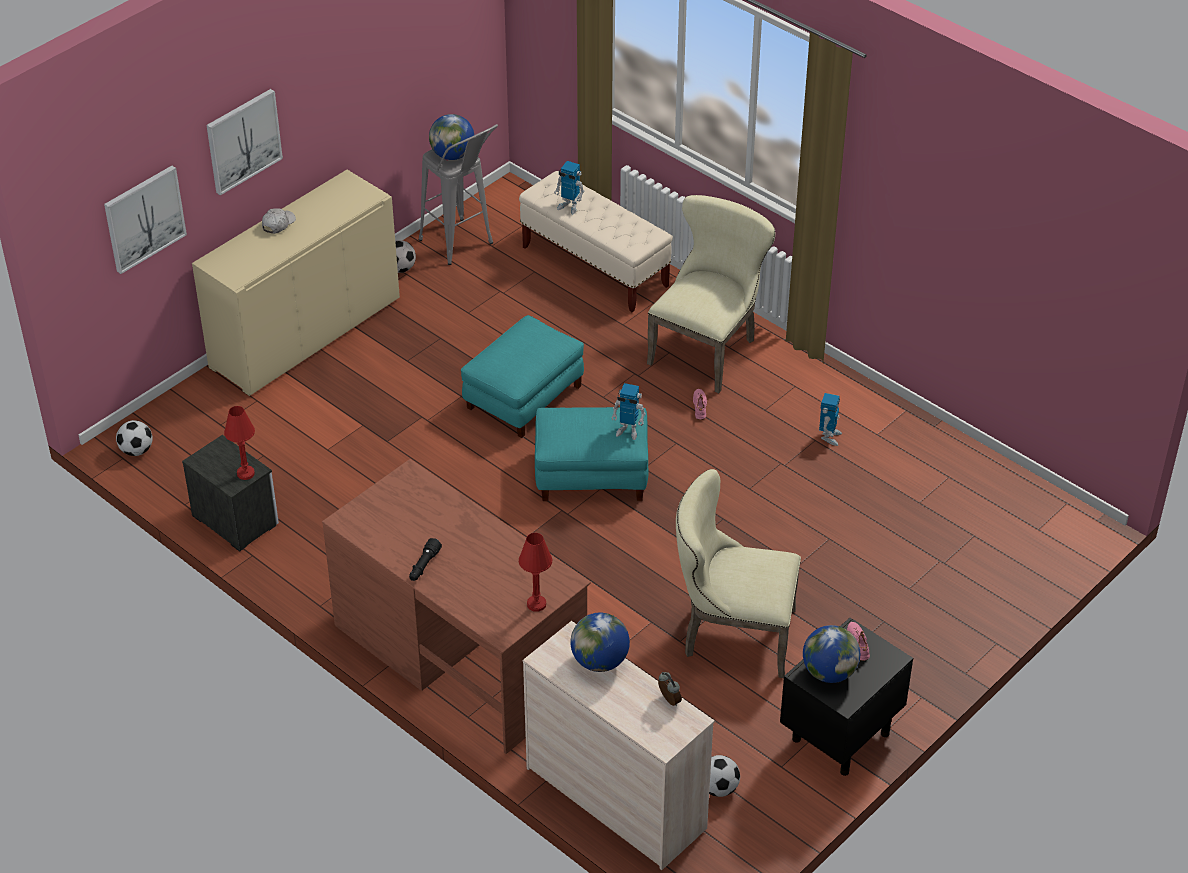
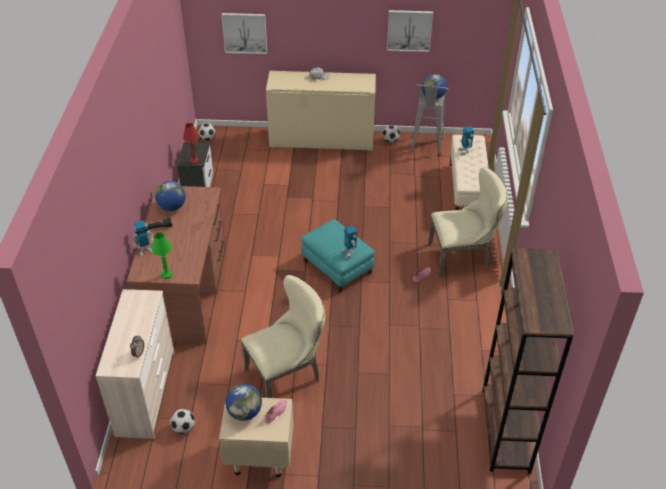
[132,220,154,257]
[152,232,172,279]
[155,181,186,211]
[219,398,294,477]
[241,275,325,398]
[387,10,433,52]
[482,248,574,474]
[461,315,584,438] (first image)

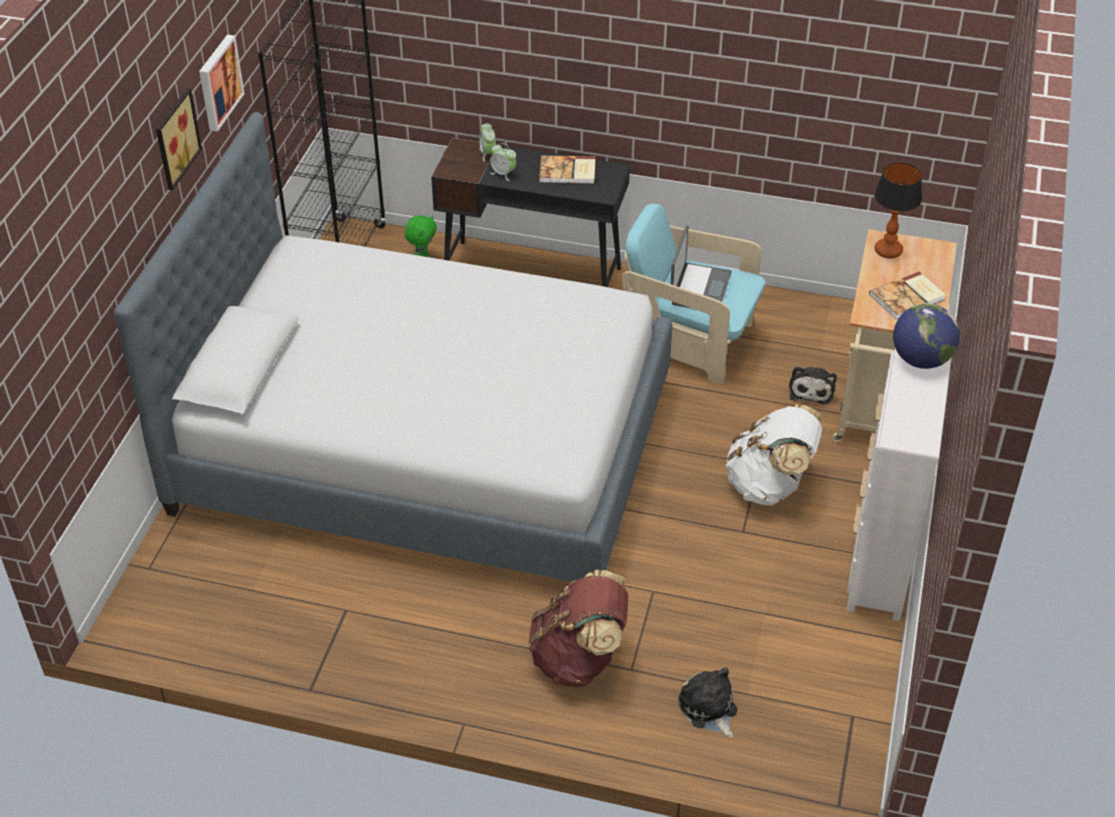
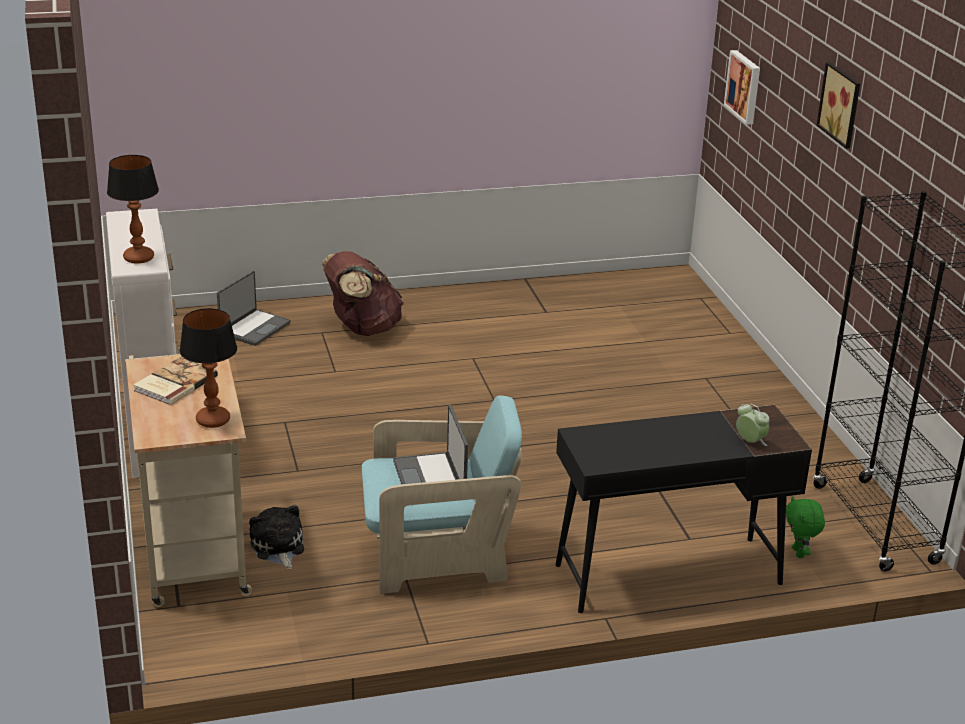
[107,155,159,264]
[217,271,291,346]
[724,50,760,125]
[114,112,672,582] (first image)
[490,143,516,181] (first image)
[539,155,596,184] (first image)
[725,404,822,506] (first image)

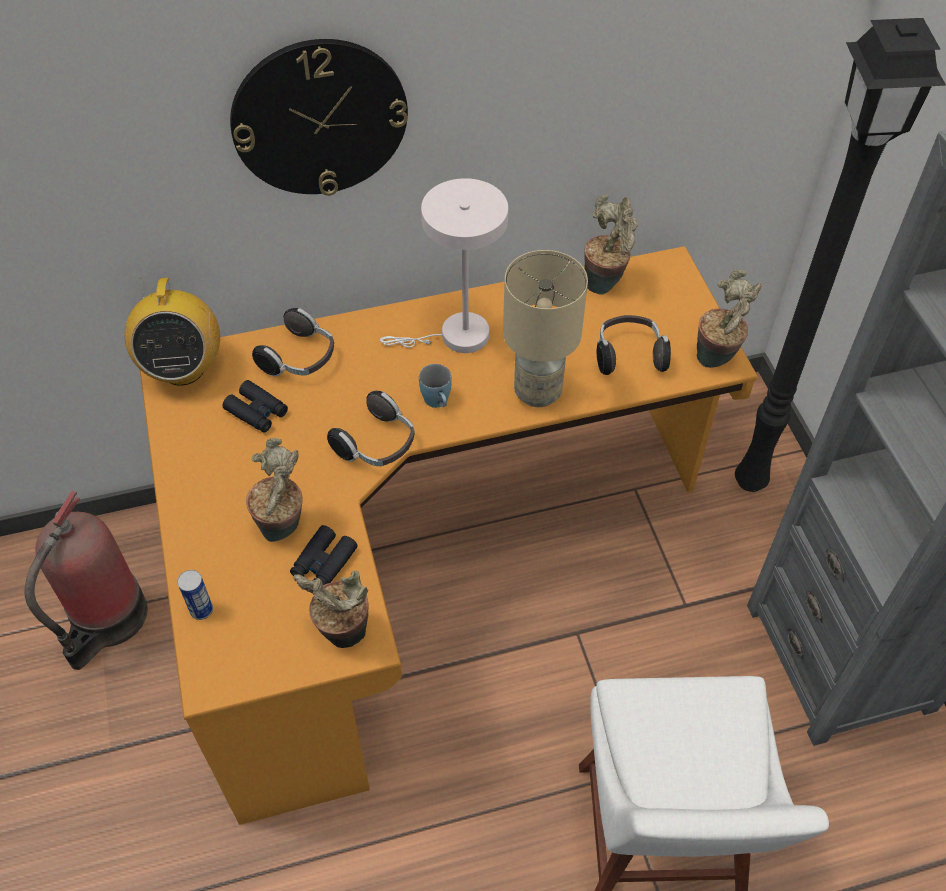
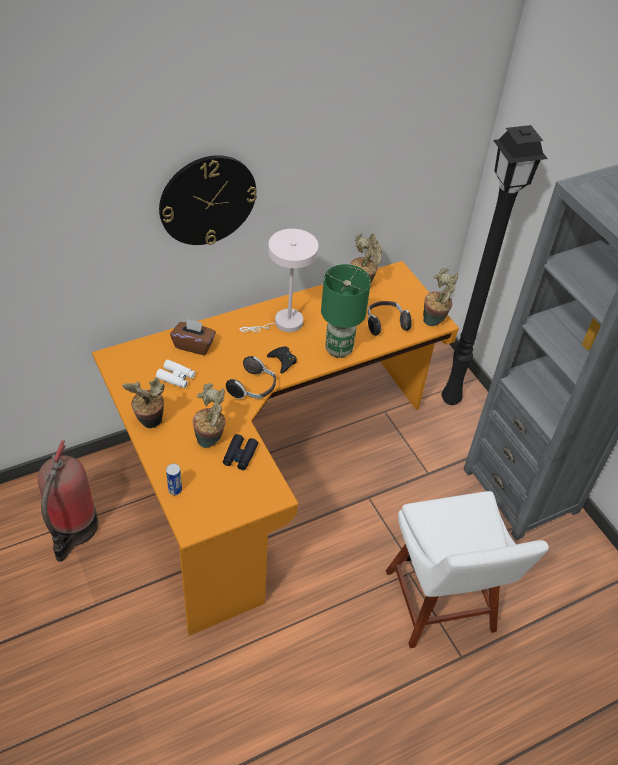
[122,378,165,428]
[156,359,195,388]
[170,319,216,355]
[267,346,297,373]
[321,264,371,358]
[125,278,220,386] (first image)

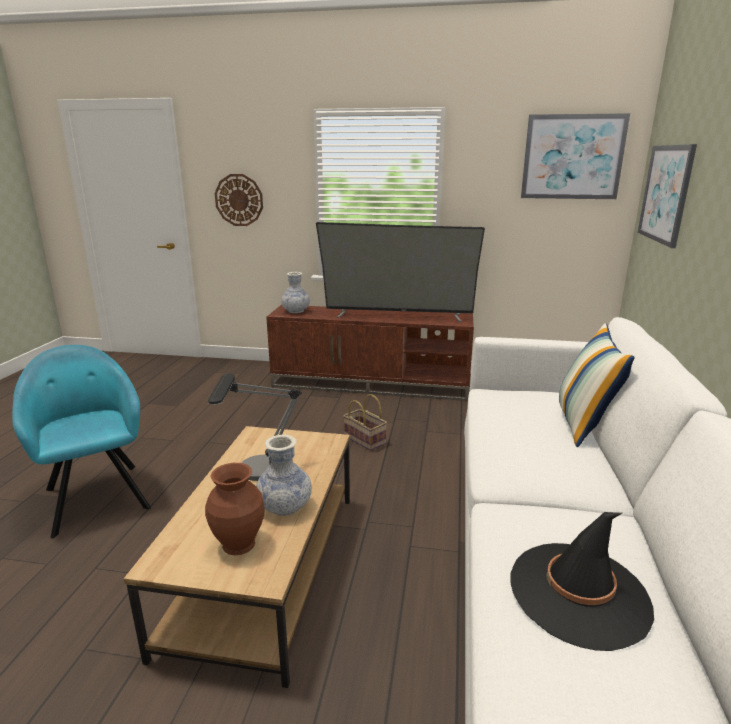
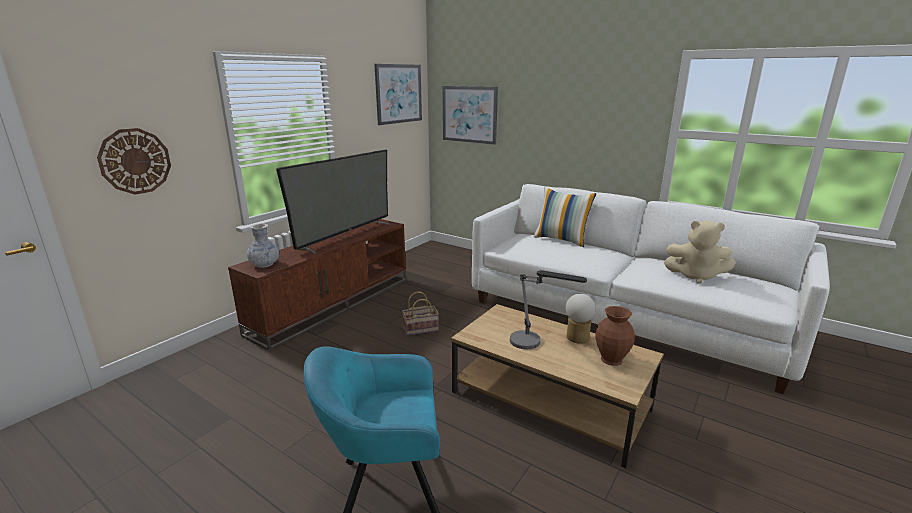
[566,294,596,344]
[664,221,736,284]

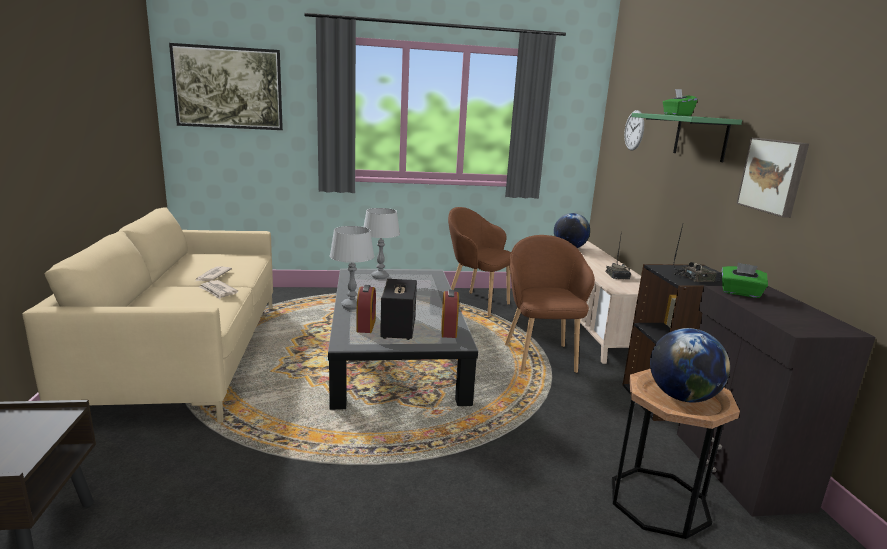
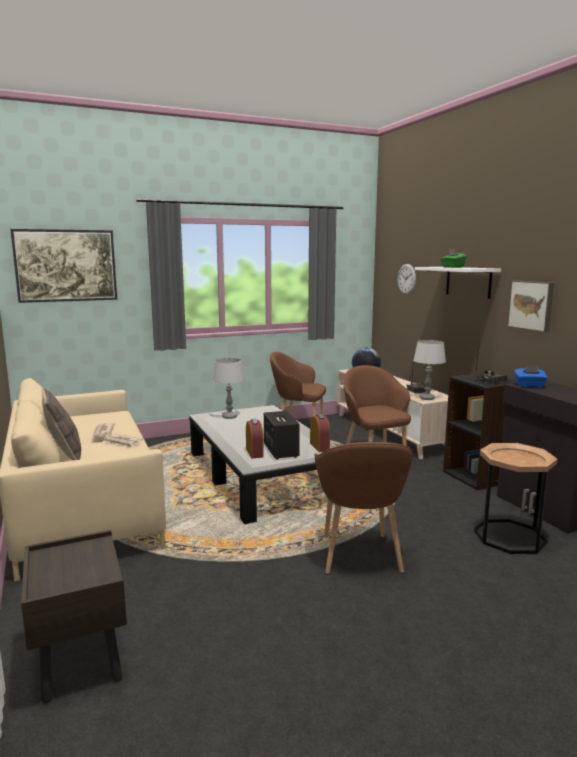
[42,387,81,460]
[315,442,413,574]
[413,340,446,400]
[415,267,501,299]
[514,365,548,388]
[650,328,730,403] (first image)

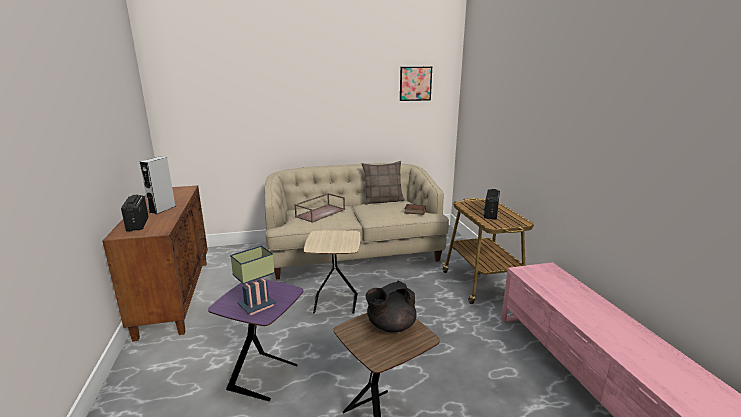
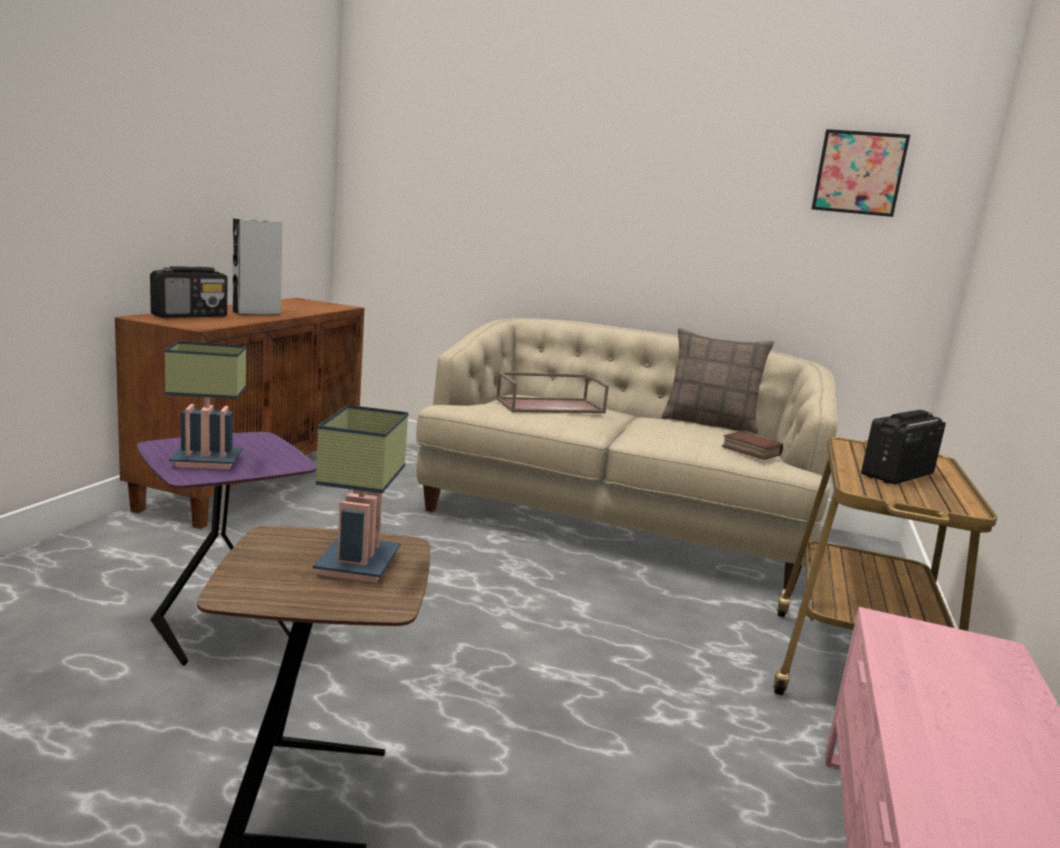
[150,267,227,318]
[313,405,409,583]
[303,230,360,314] (first image)

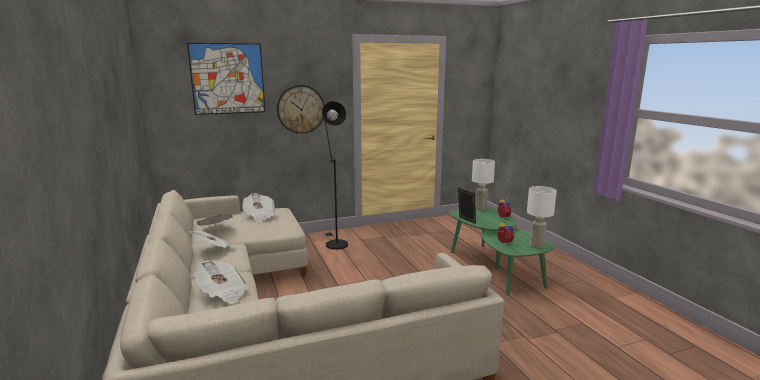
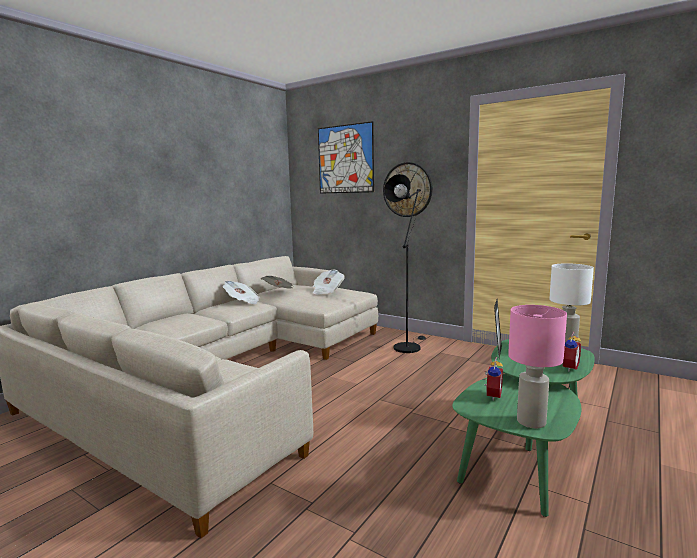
[508,305,567,428]
[194,260,249,304] (first image)

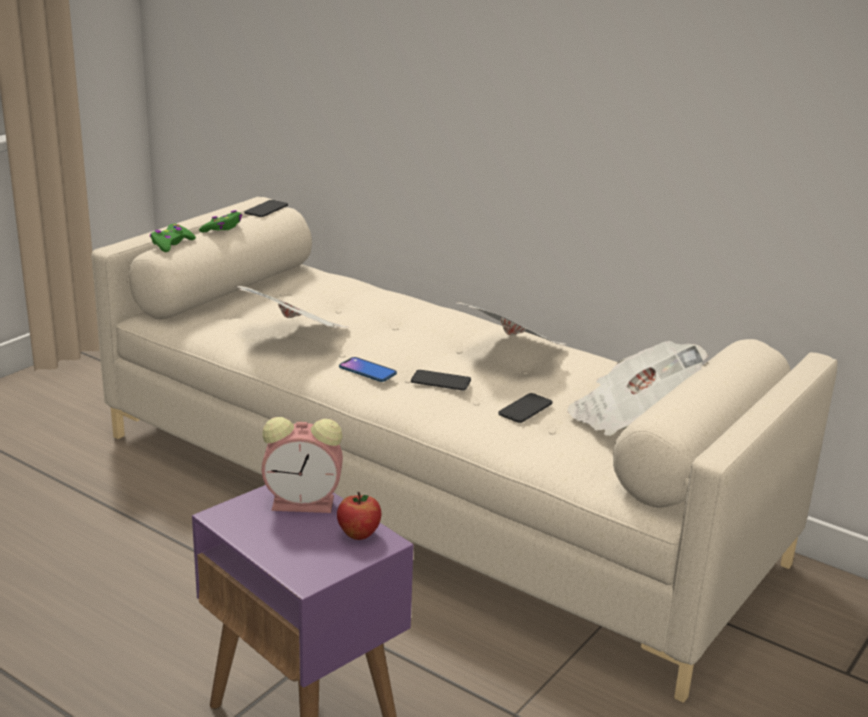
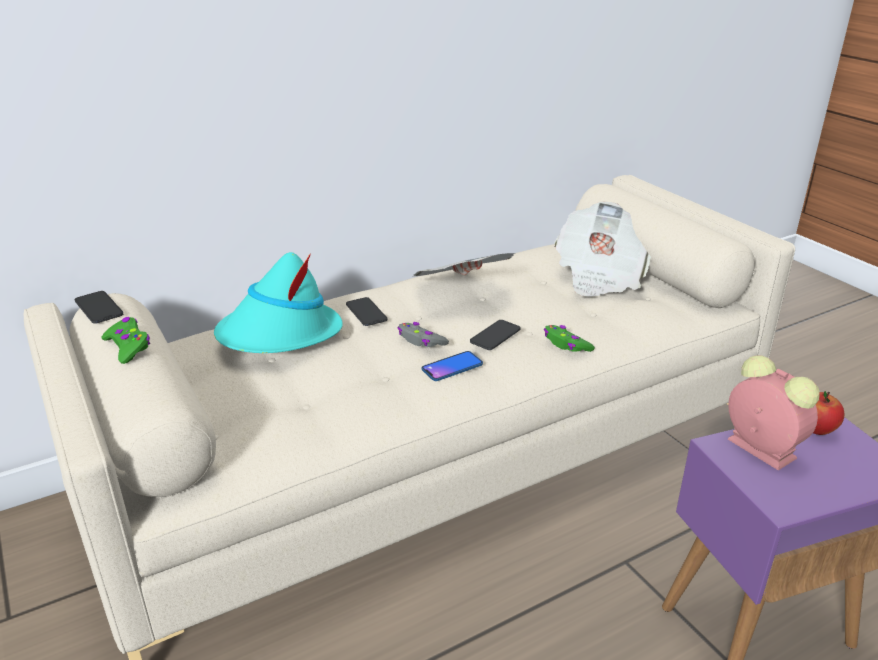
[214,252,343,353]
[346,297,387,326]
[397,322,449,347]
[544,325,595,352]
[728,355,819,470]
[234,286,349,329] (first image)

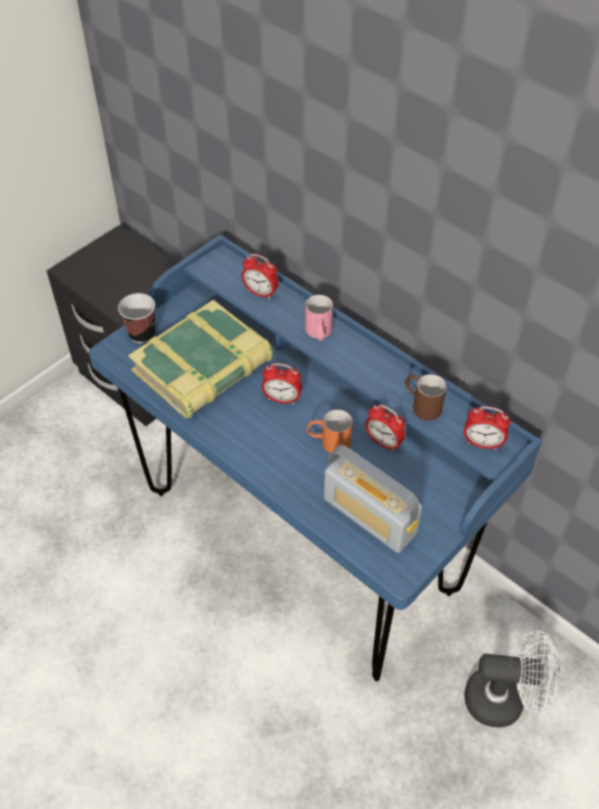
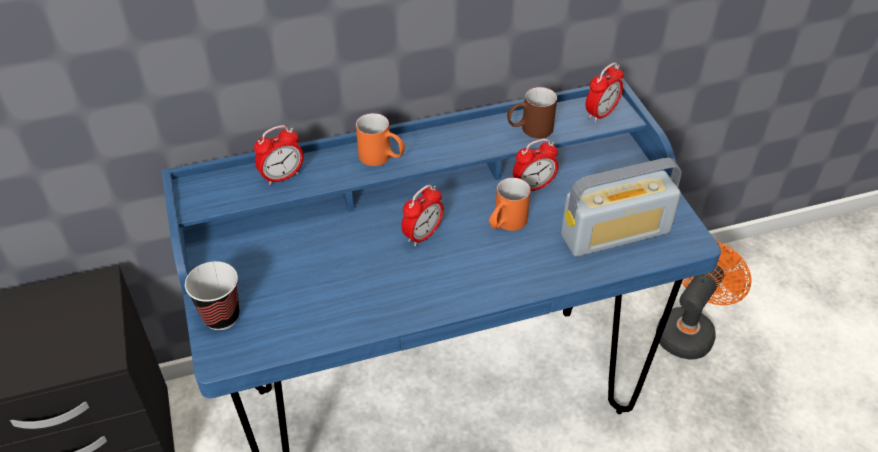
[356,113,405,166]
[656,241,752,360]
[128,300,273,418] (first image)

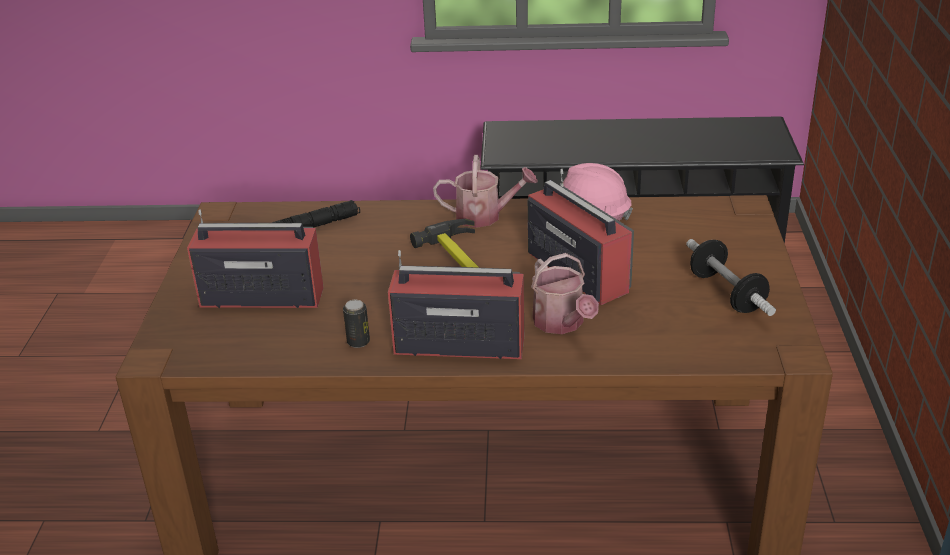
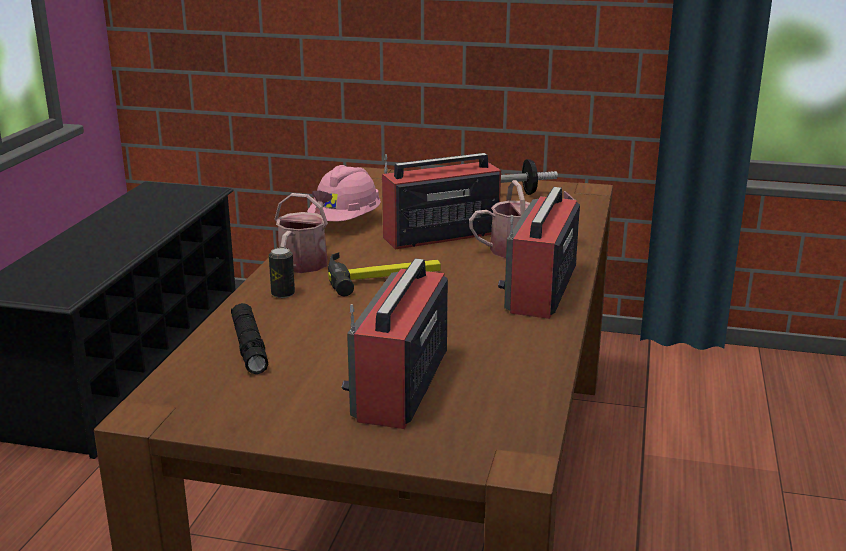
[269,247,295,298]

